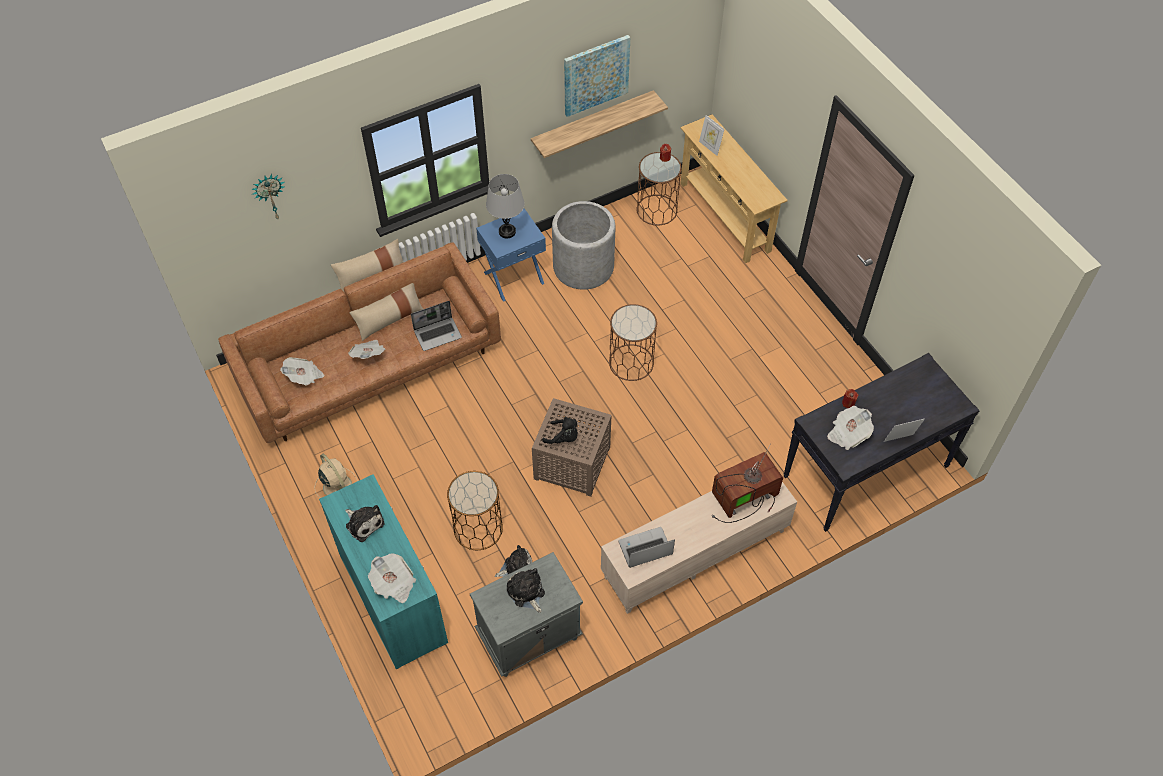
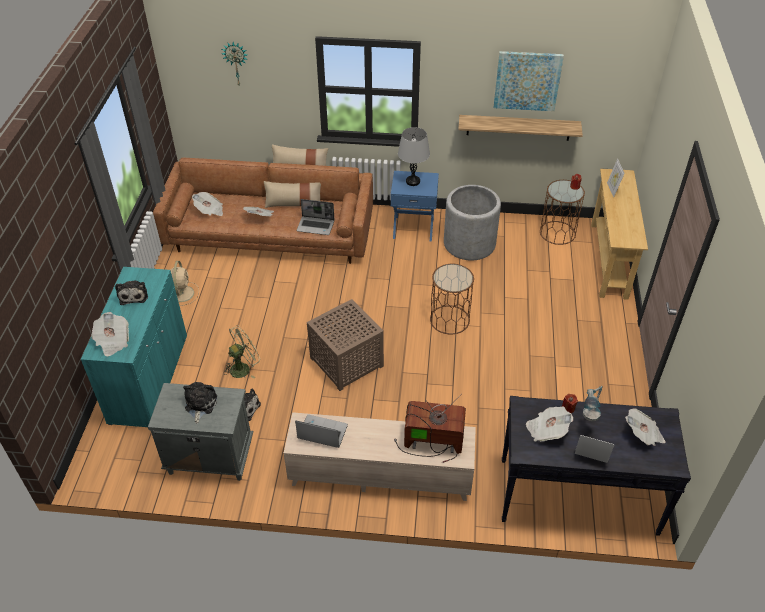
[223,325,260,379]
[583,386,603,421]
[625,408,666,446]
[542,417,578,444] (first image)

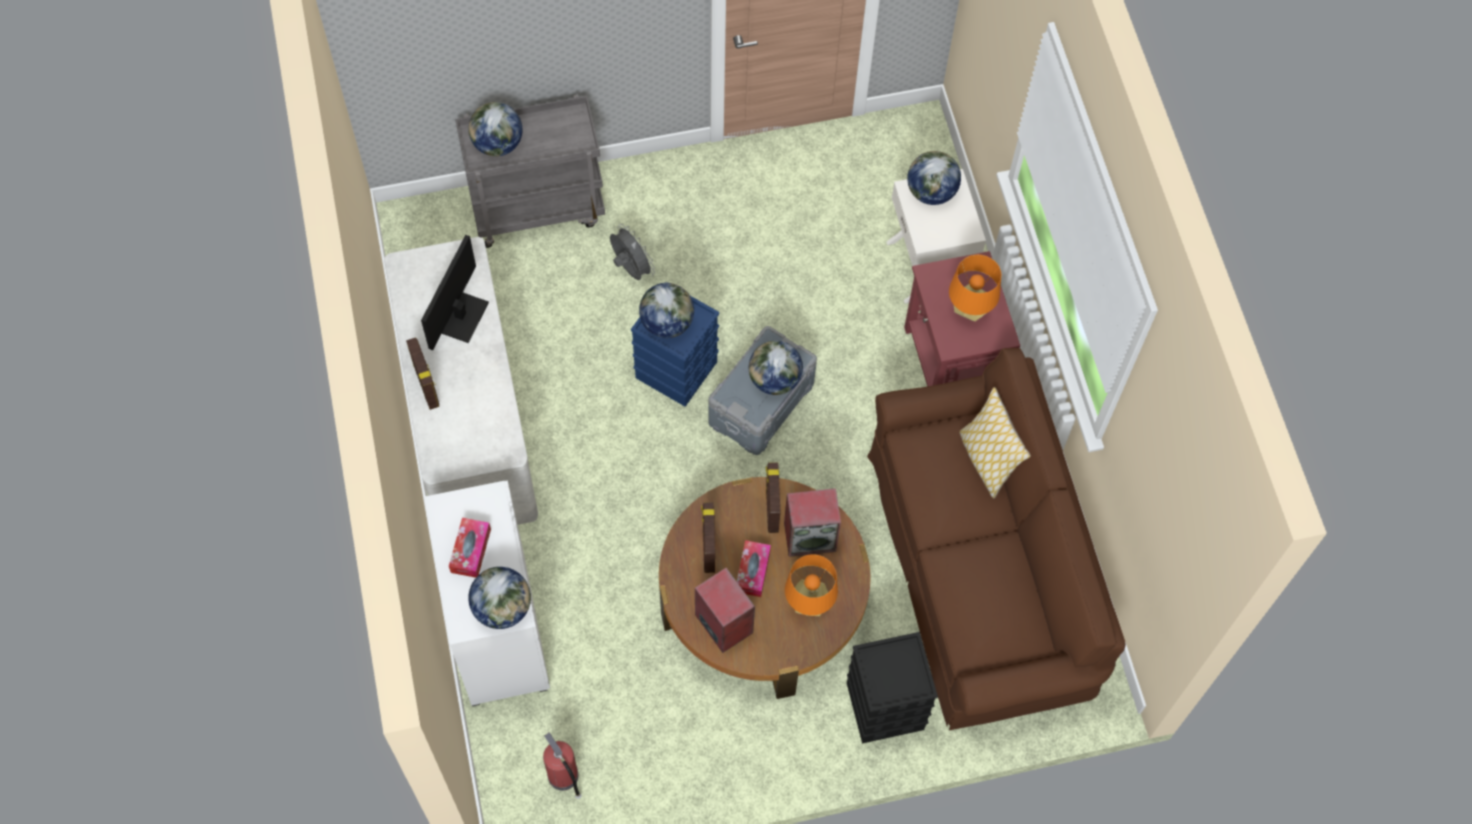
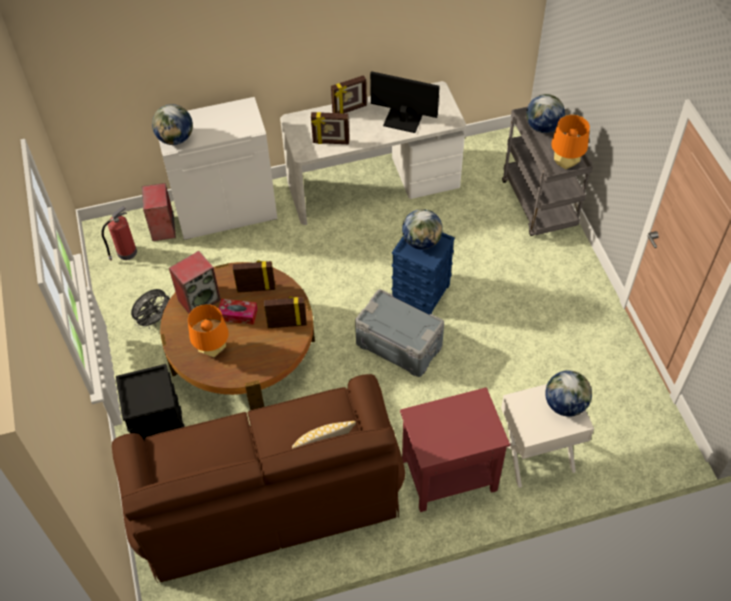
[131,289,170,329]
[142,183,176,241]
[311,112,349,144]
[551,115,590,169]
[449,518,491,578] (first image)
[749,340,803,395] (first image)

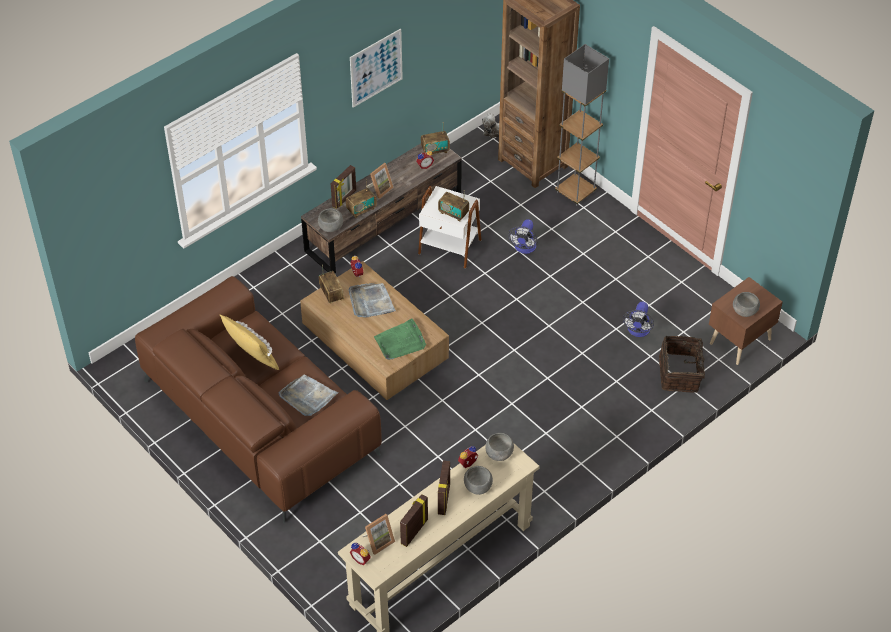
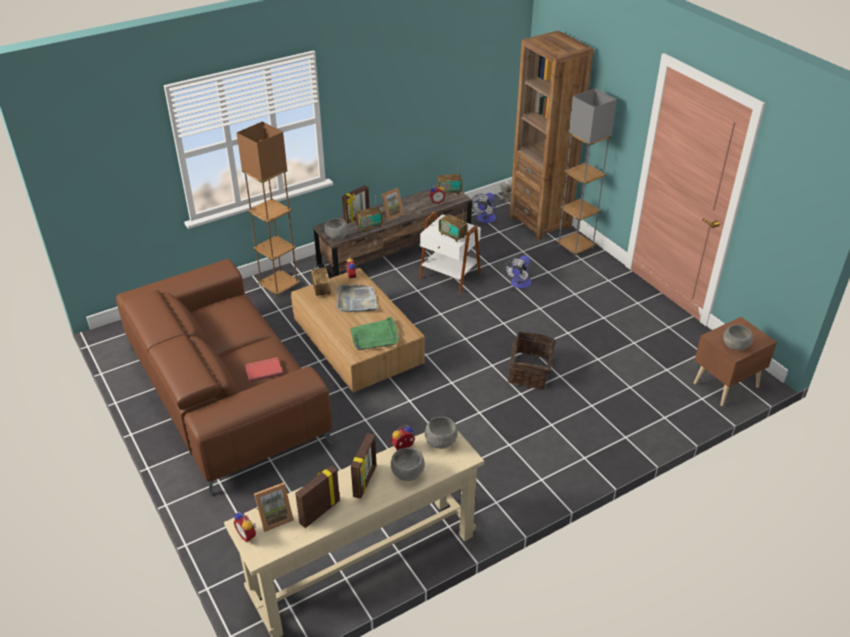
[236,121,300,298]
[245,357,283,382]
[472,193,496,223]
[508,332,565,390]
[219,314,279,370] (first image)
[350,29,403,108] (first image)

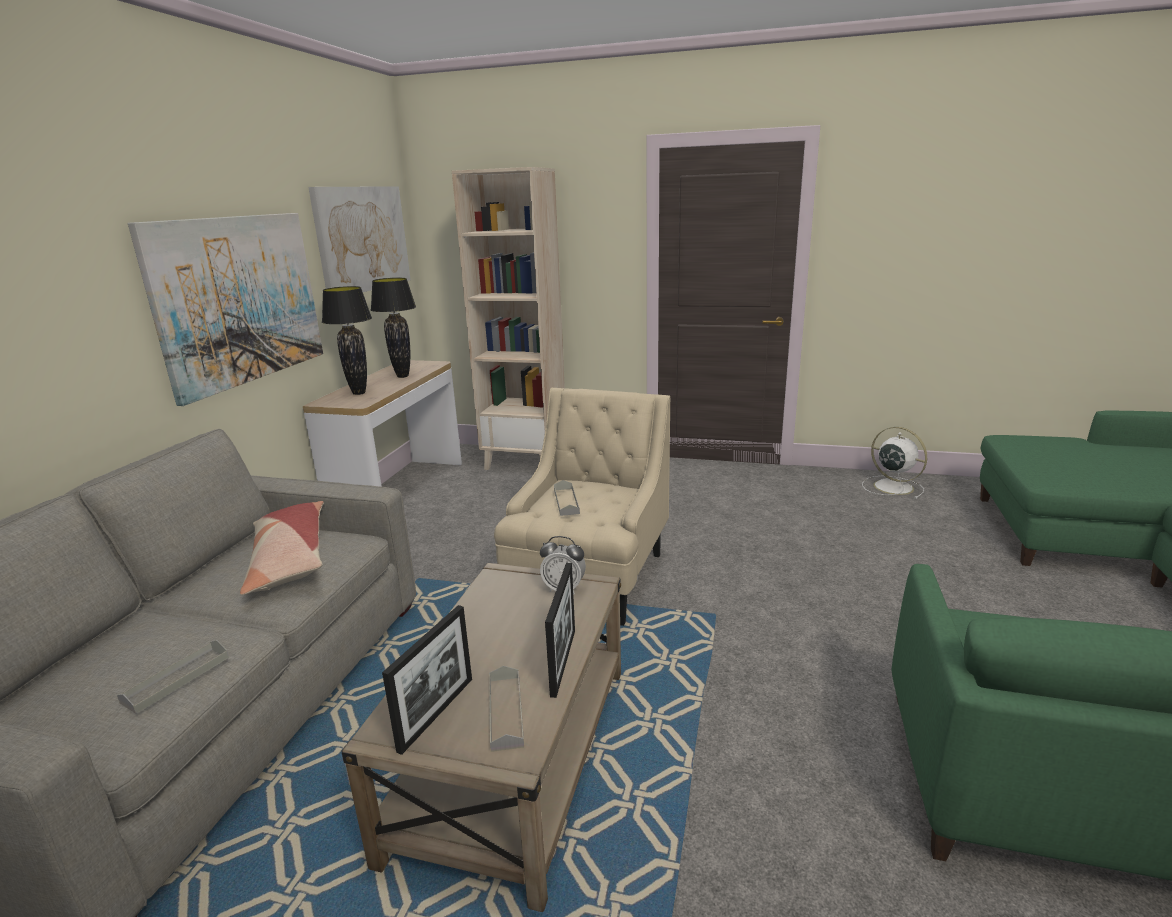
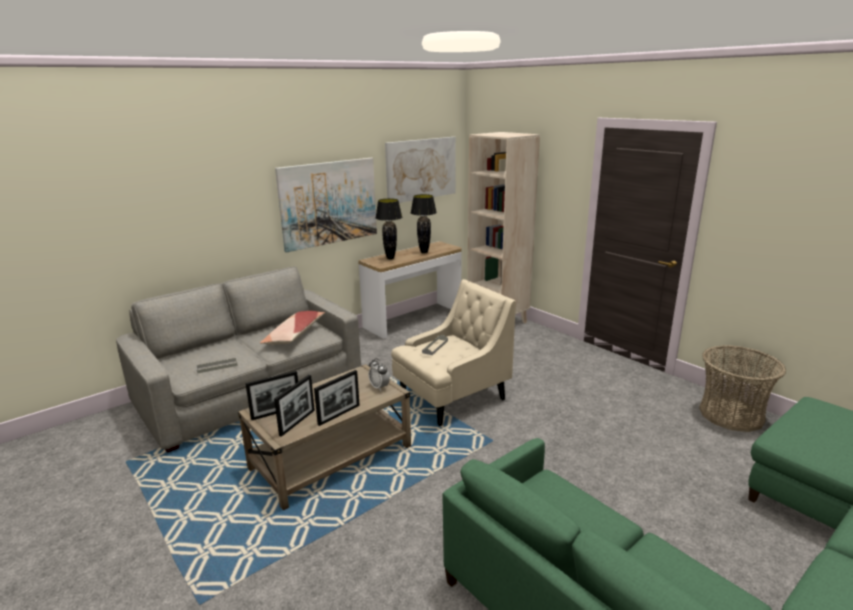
[274,375,315,437]
[699,345,786,432]

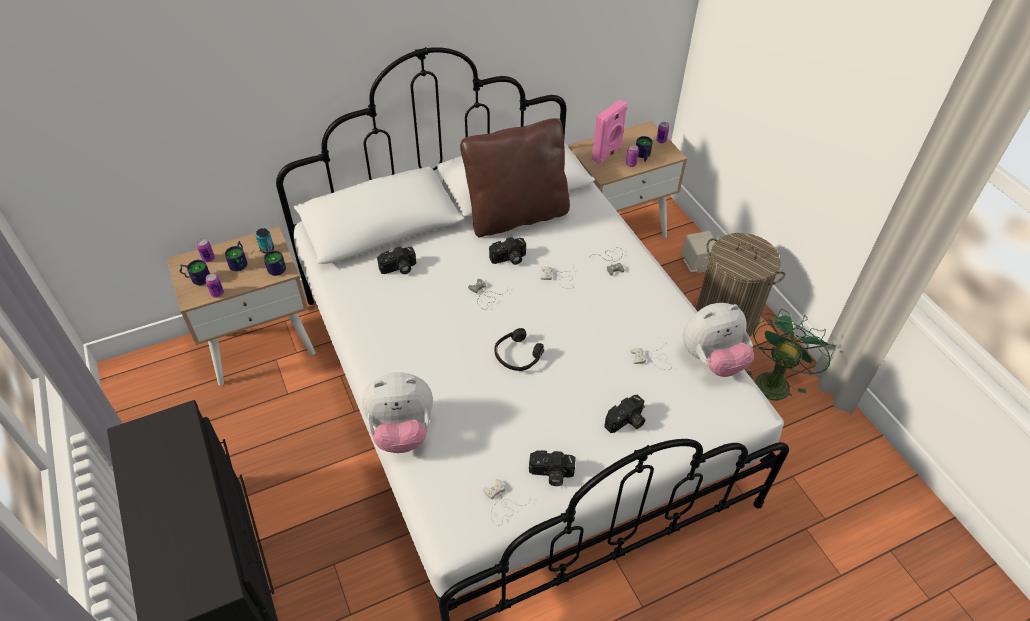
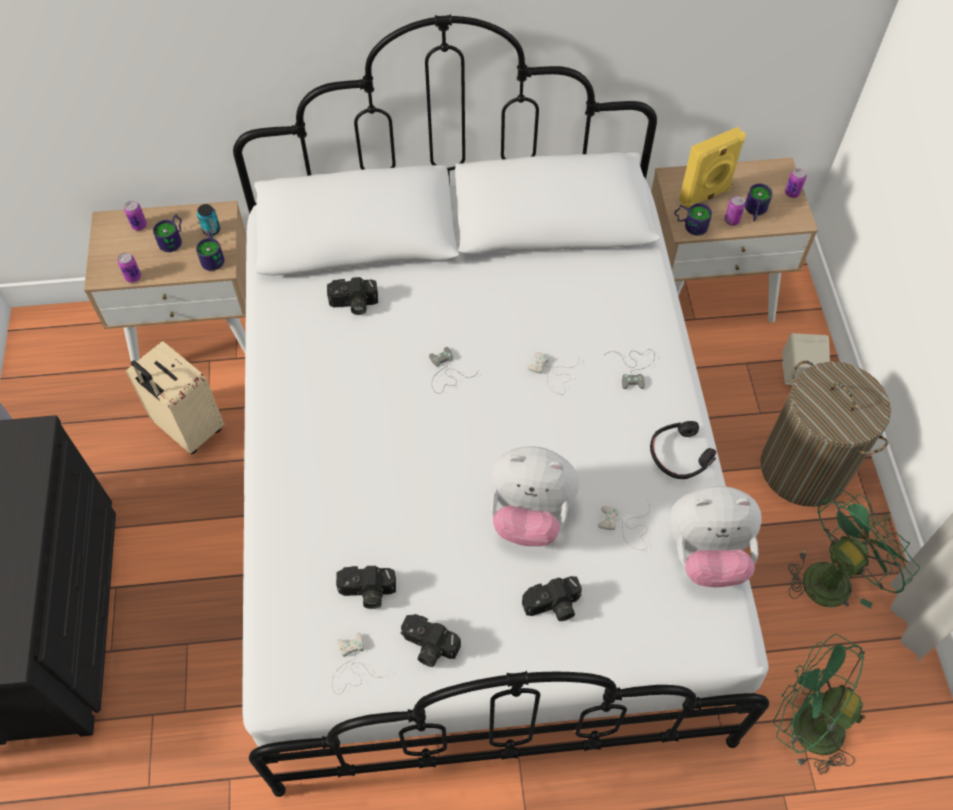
[126,341,225,454]
[336,566,396,609]
[490,446,579,546]
[650,421,717,479]
[674,203,712,236]
[679,127,746,208]
[773,634,866,774]
[460,118,570,238] (first image)

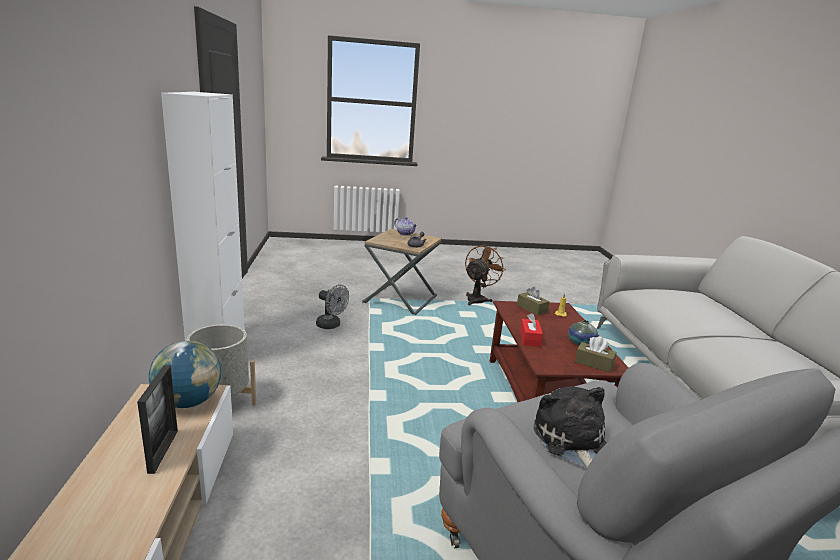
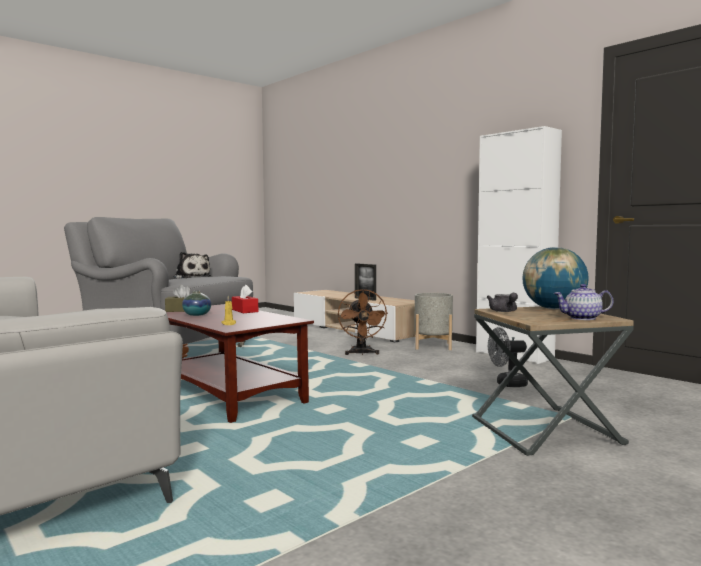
[338,289,388,355]
[522,247,589,309]
[517,287,549,316] (first image)

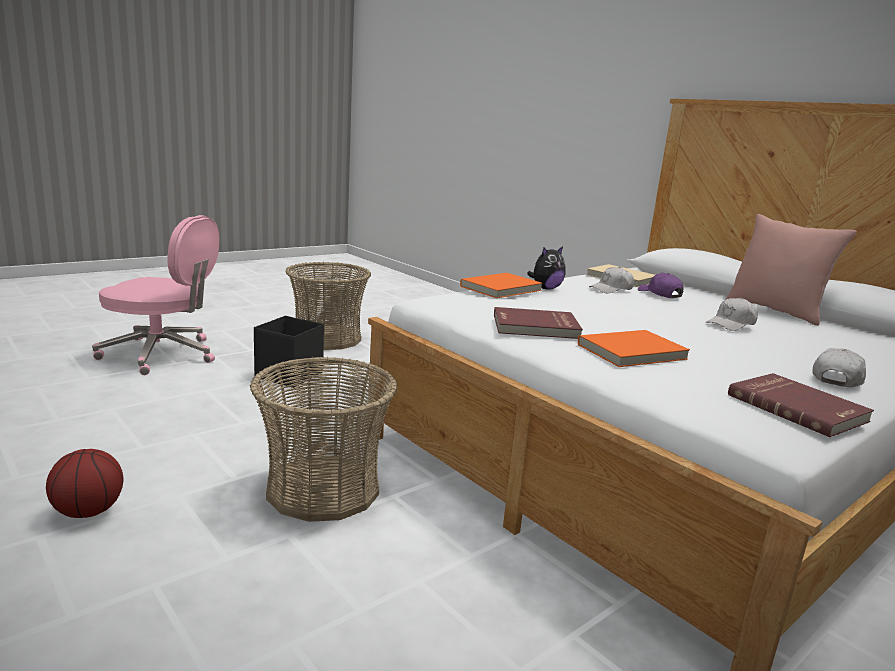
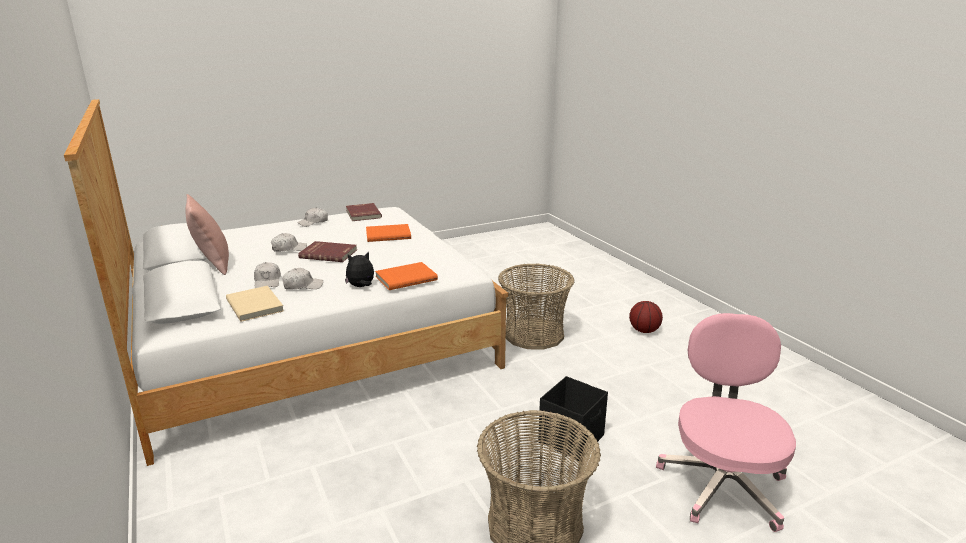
[254,262,281,288]
[298,241,357,262]
[656,313,796,532]

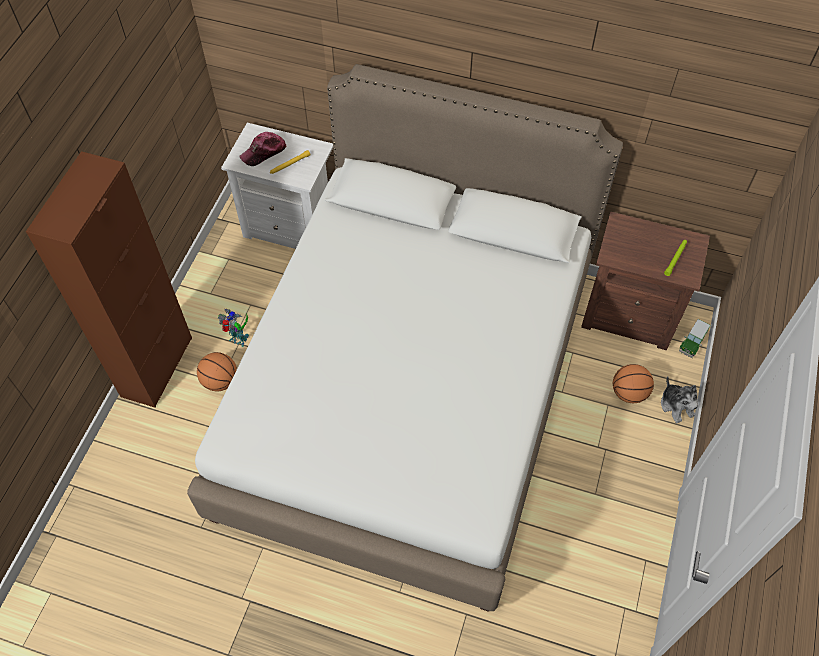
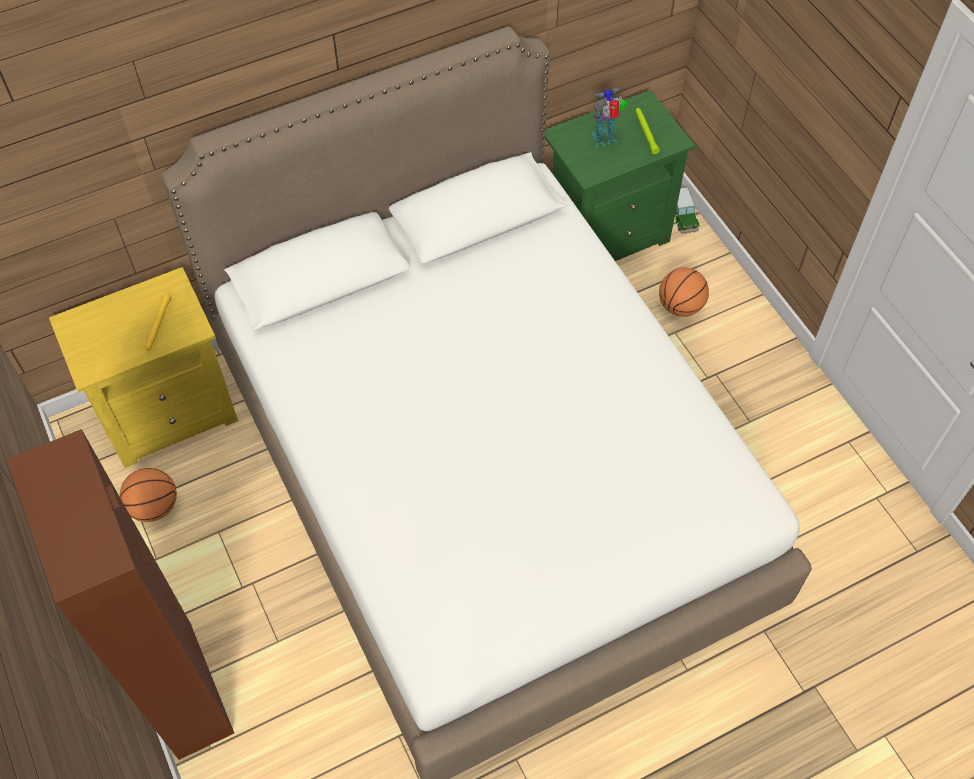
[49,267,238,468]
[120,468,177,522]
[545,90,695,261]
[591,88,628,148]
[239,132,287,166] (first image)
[661,376,698,424] (first image)

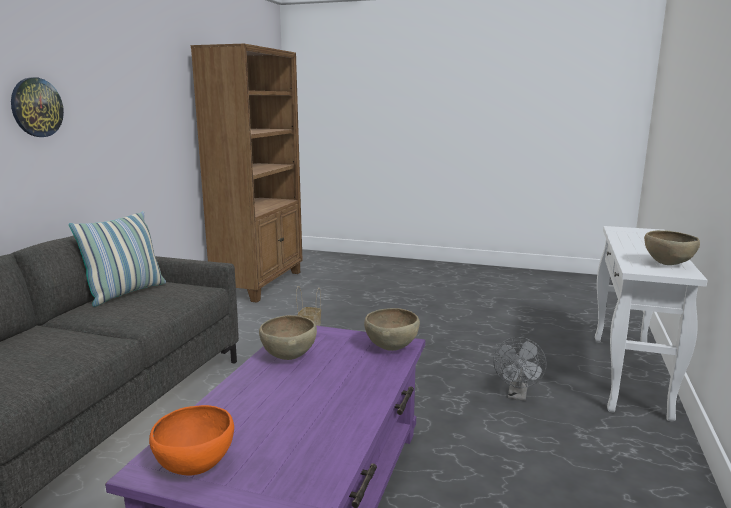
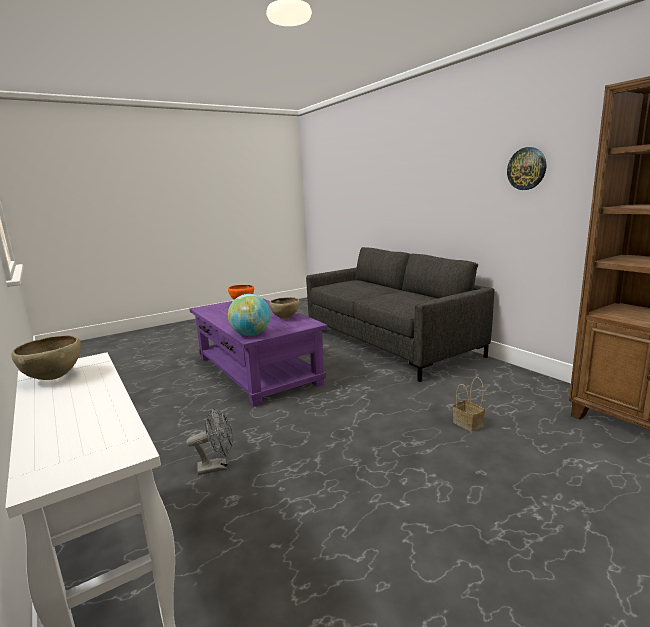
[186,408,233,475]
[228,294,271,336]
[507,147,546,190]
[69,211,166,307] (first image)

